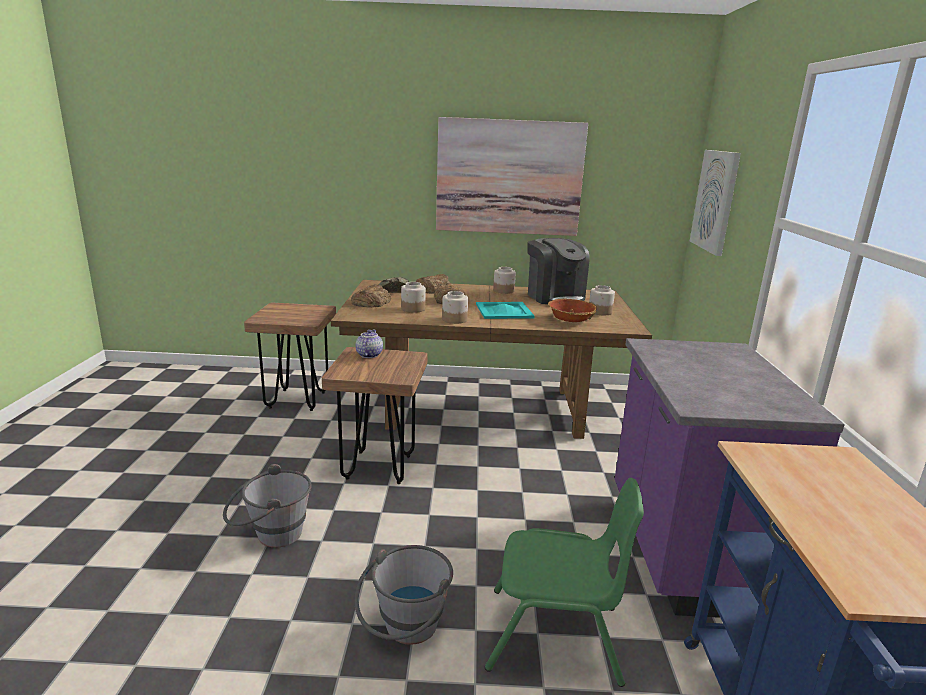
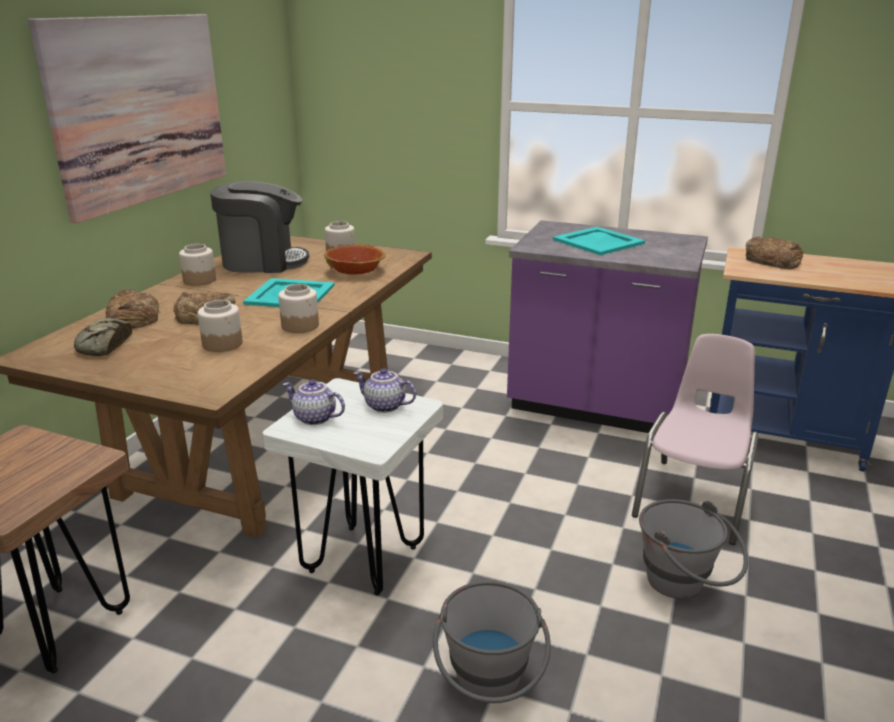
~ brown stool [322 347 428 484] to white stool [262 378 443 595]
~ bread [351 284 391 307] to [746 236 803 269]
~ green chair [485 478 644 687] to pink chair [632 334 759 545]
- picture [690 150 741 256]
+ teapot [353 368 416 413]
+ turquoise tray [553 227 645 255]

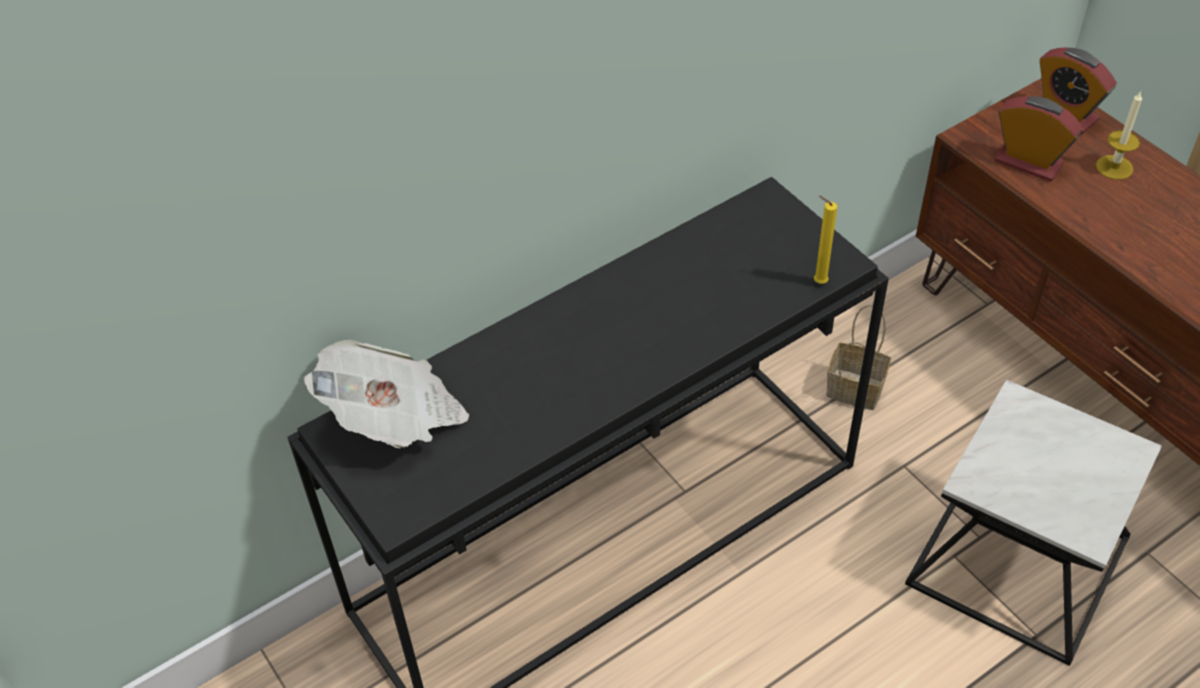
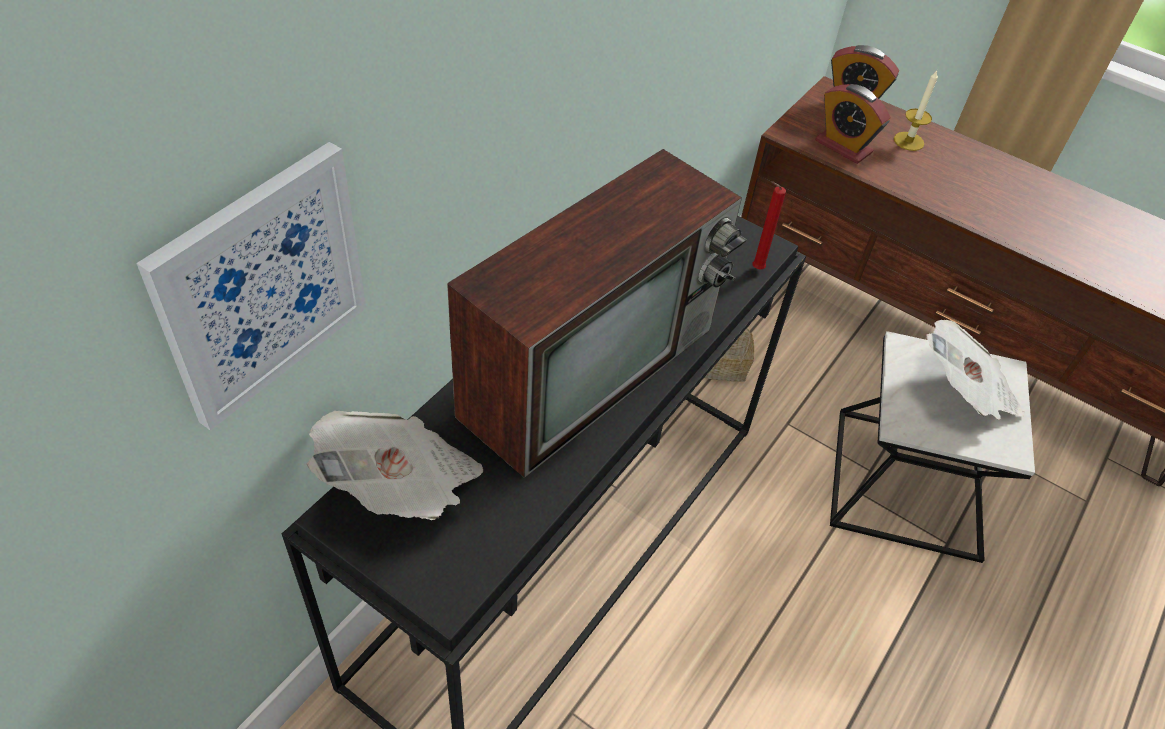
~ yellow candle [814 196 837 284] to red candle [752 181 786 269]
~ alarm clock [995 96 1082 182] = [815 84 891 164] 150 degrees counterclockwise
+ picture [136 142 366 431]
+ television [447 149 747 478]
+ newspaper [927 320 1025 420]

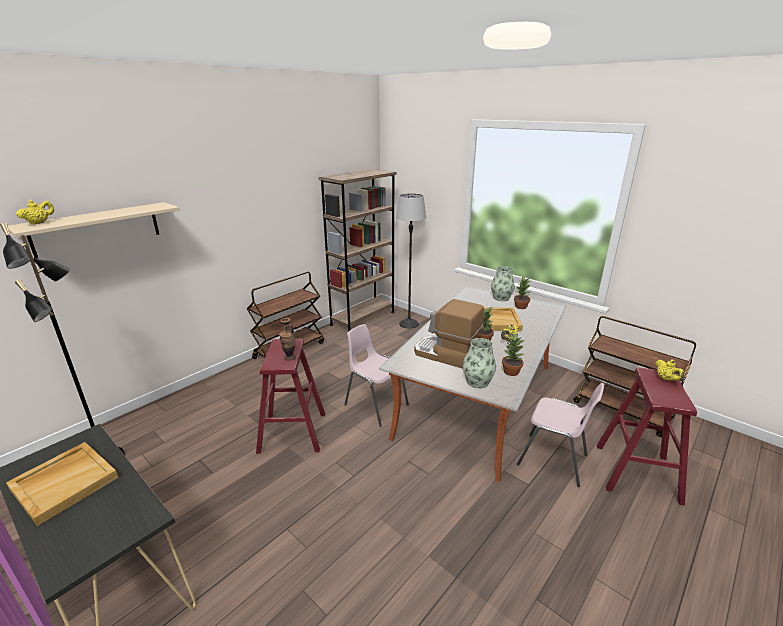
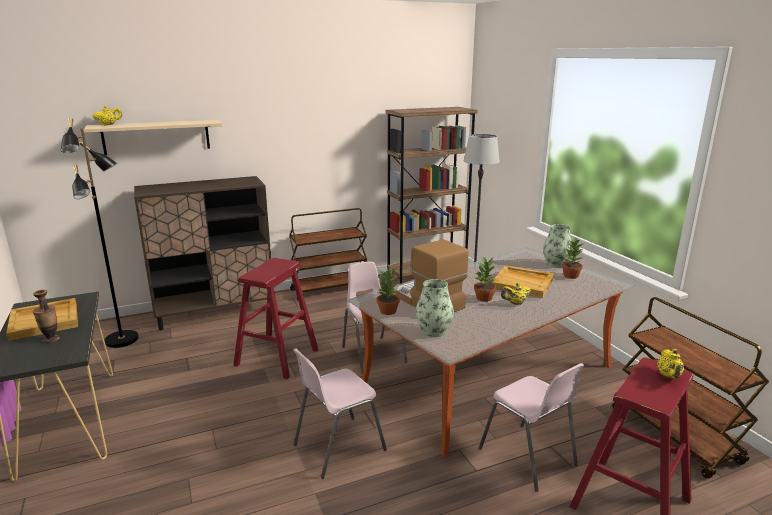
~ vase [279 318 296 360] to [33 290 60 343]
~ potted plant [502 333 525 376] to [377 266 400 315]
+ brown cabinet [134 176 271 330]
+ pink chair [293 348 387 479]

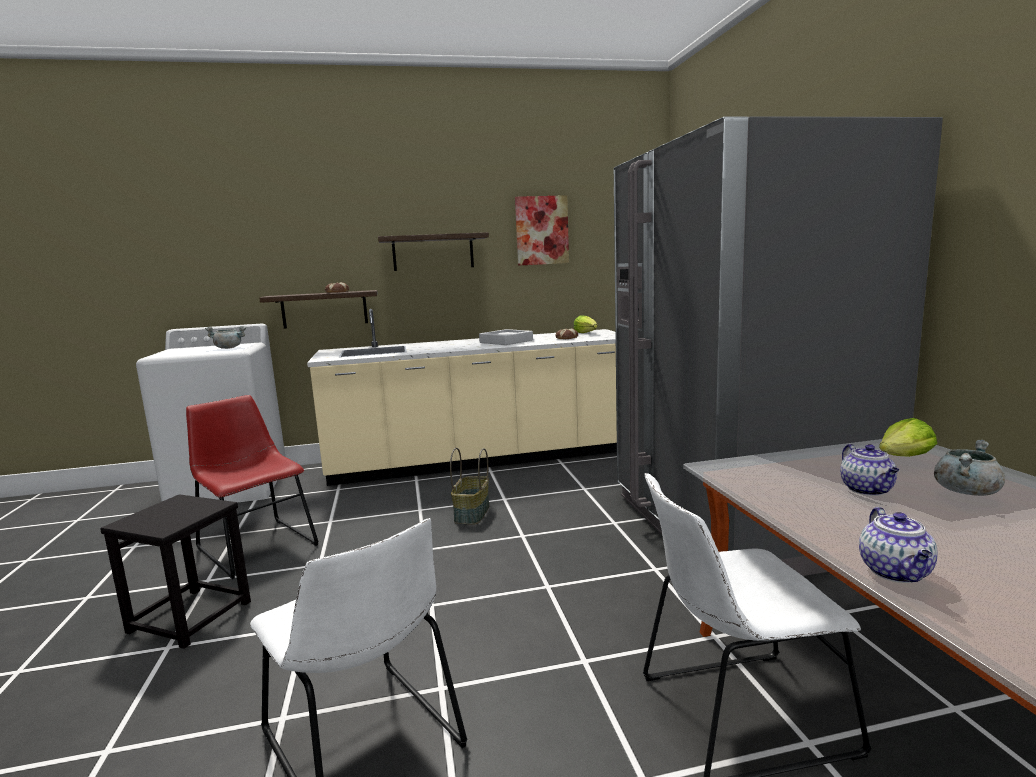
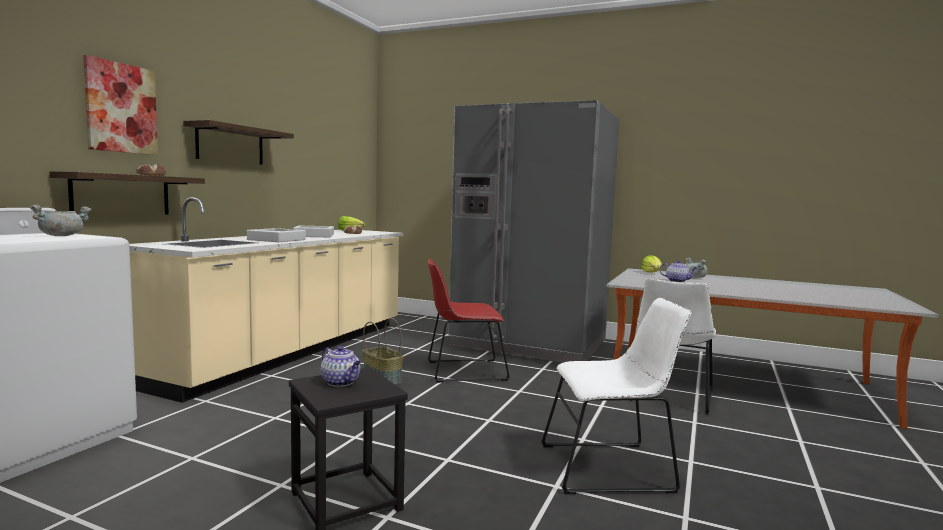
~ red chair [186 395 319 579] to [428 259 510 383]
~ picture [515 195 569 266] to [83 55 158 155]
~ teapot [859 507 938 583] to [321 346 361 387]
+ grey tray [247 228 306 242]

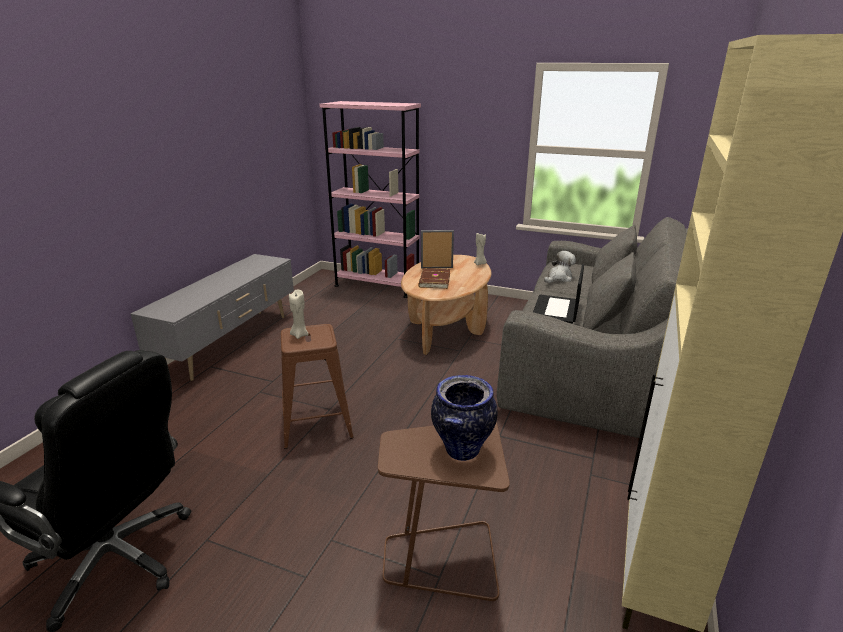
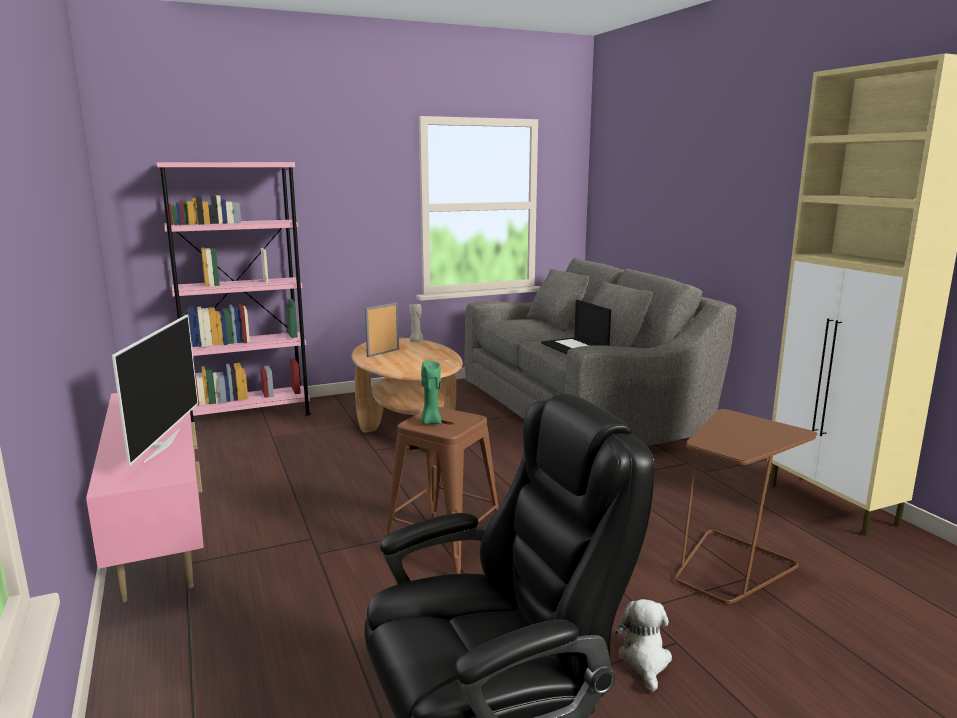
~ grey tv stand [130 254 294 381] to pink tv stand [86 393 204 603]
~ beige candle [289 290 309 339] to green candle [421 360 442 425]
- brown book [418 268 450 289]
- vase [431 375 498 461]
~ plush toy [544 251 576 283] to [615 599 672 692]
+ television [112 314 198 466]

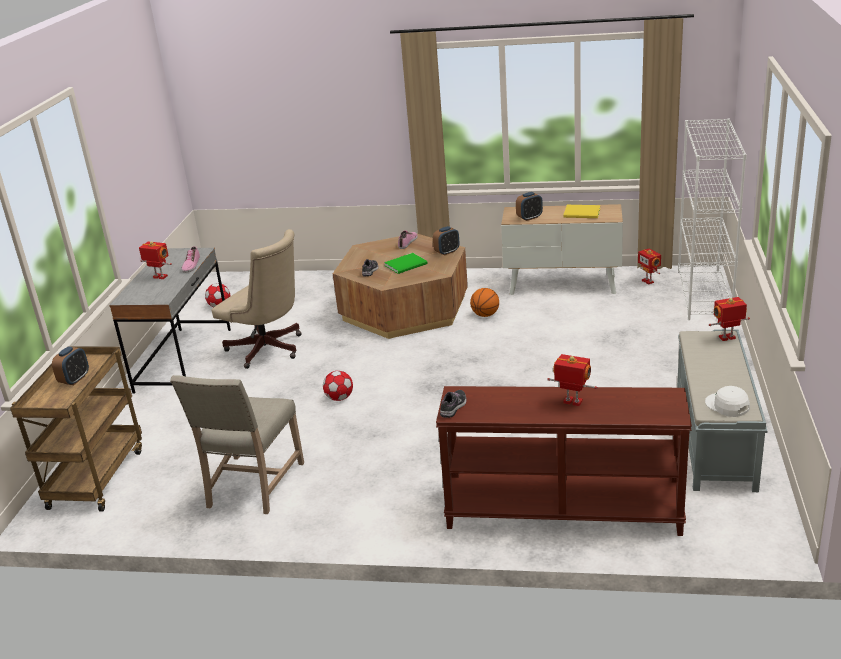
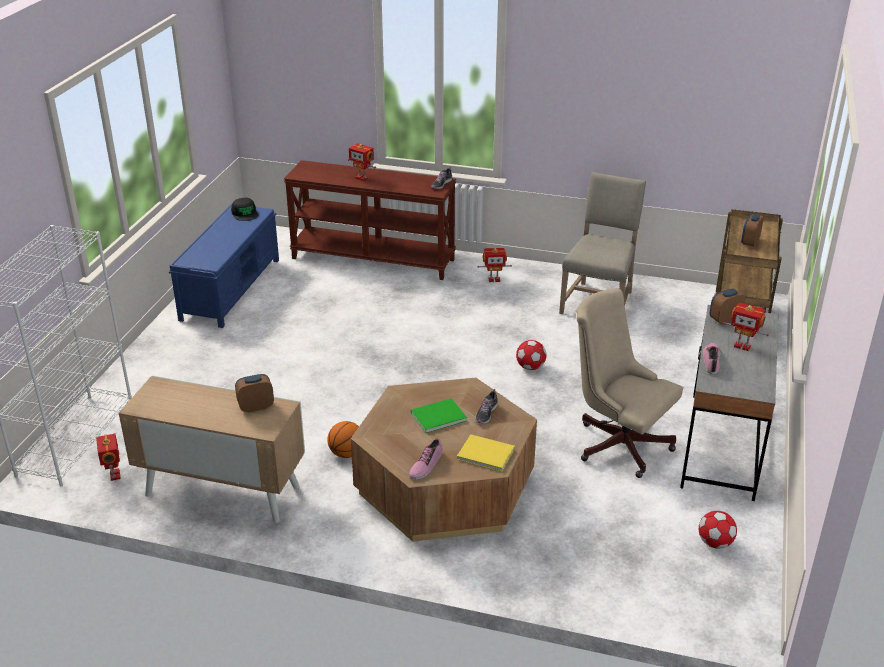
~ alarm clock [433 226 459 256] to [710 289 745 325]
~ yellow book [563 205 601 218] to [457 434 515 472]
~ grey bench [677 329 767 492] to blue bench [169 204 279 328]
~ white cap [705 386 750 417] to black cap [231 198 259 221]
~ toy robot [709 297 750 341] to [477 248 512 282]

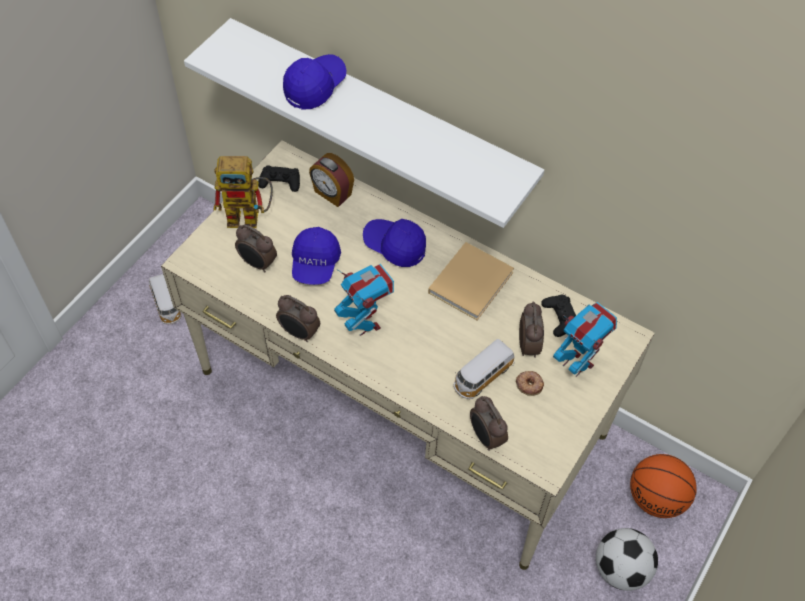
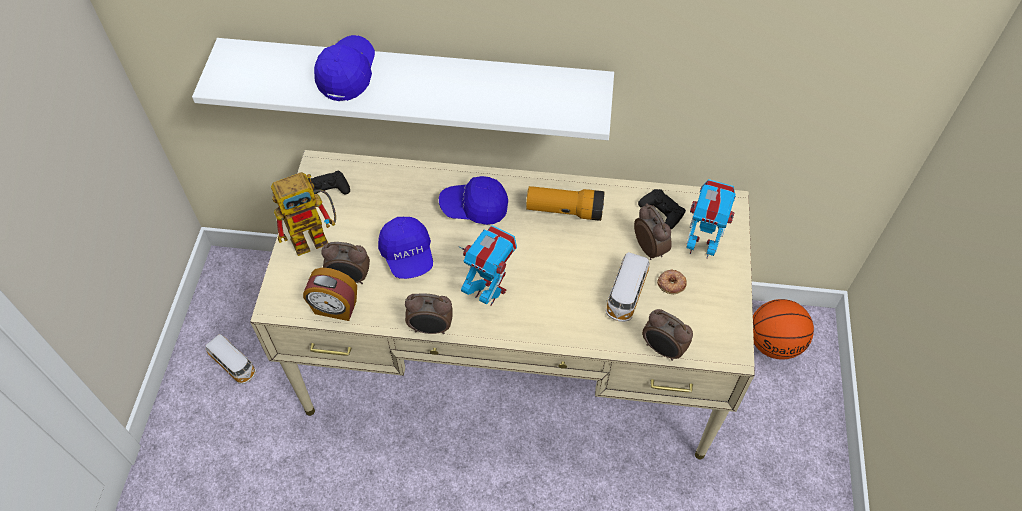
~ alarm clock [309 153 354 207] to [303 268 357 321]
~ beige book [428 242 514 320] to flashlight [526 186 605 221]
- football [596 528 658 591]

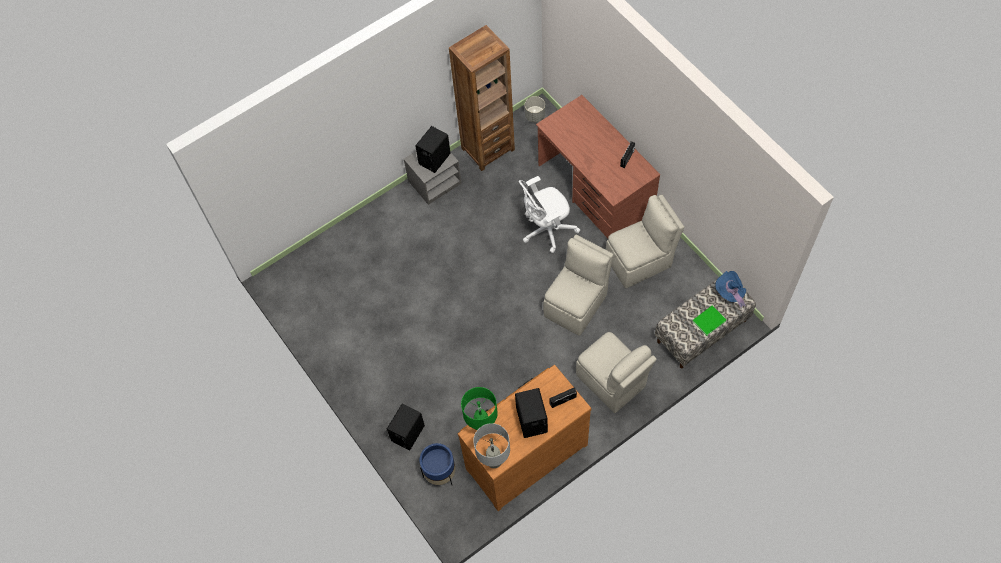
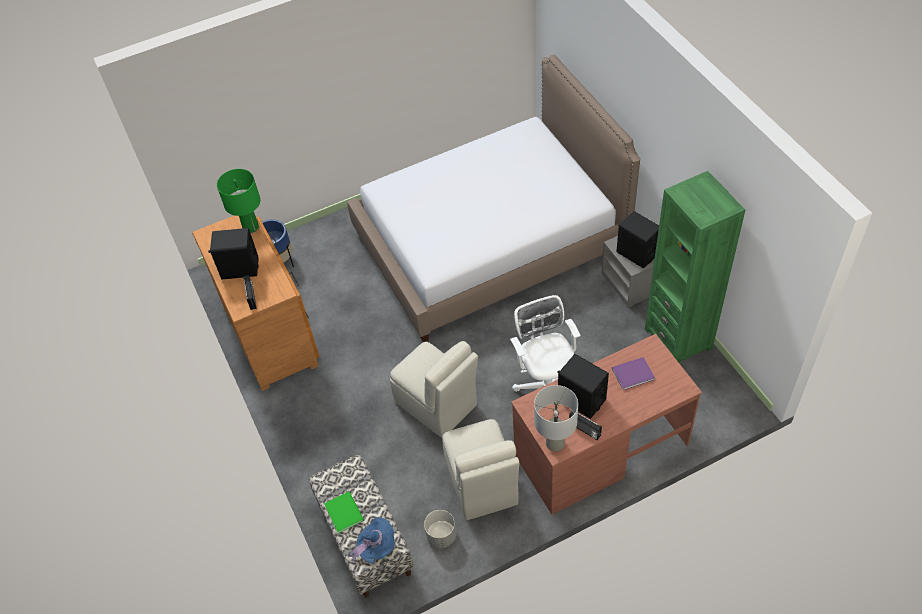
~ black speaker [387 404 425 451] to [558 354 609 419]
~ brown bookcase [449 25 515 171] to green bookcase [645 171 745 362]
~ grey table lamp [473 423 510 468] to [534 385 578 452]
~ grey planter [525 96 545 122] to [424 510 456 548]
- beige chair [576 332 657 413]
+ bed [347 55 640 342]
+ purple book [612 357 655 390]

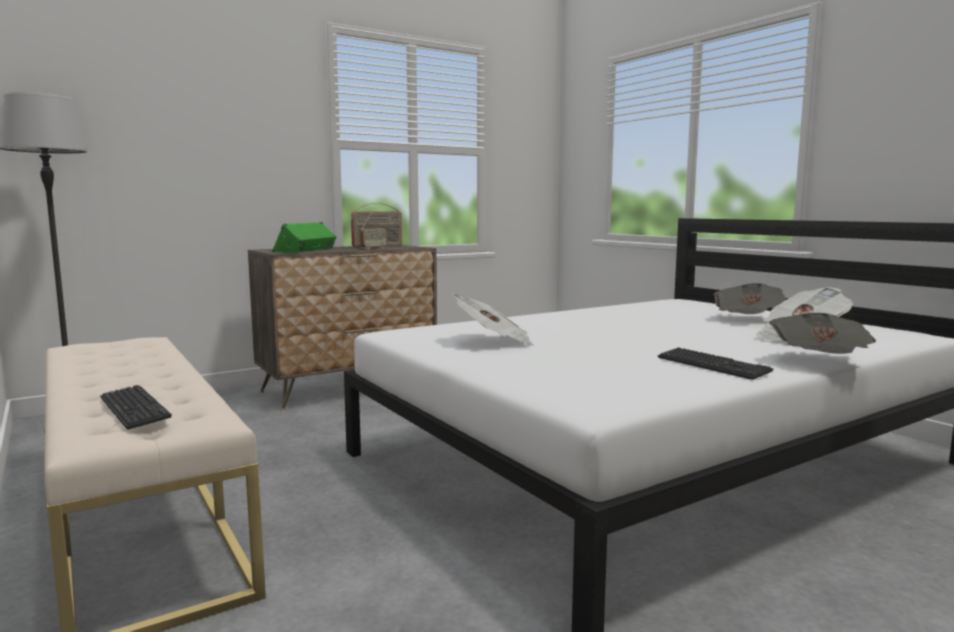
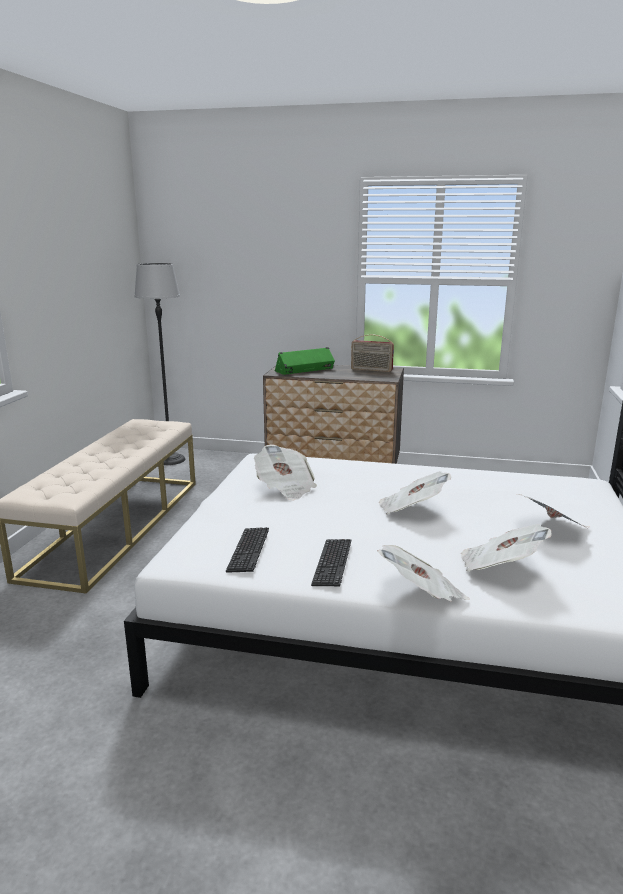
~ keyboard [100 385 172 430] to [226 527 269 573]
- radio [360 212 387 249]
+ newspaper [379 471 451 514]

